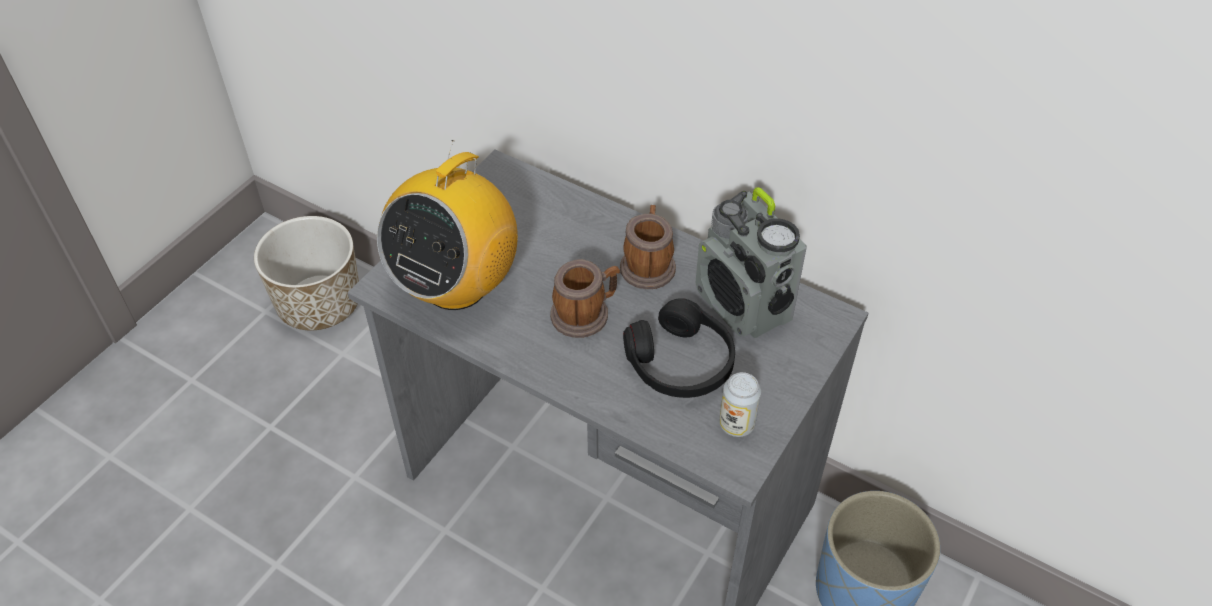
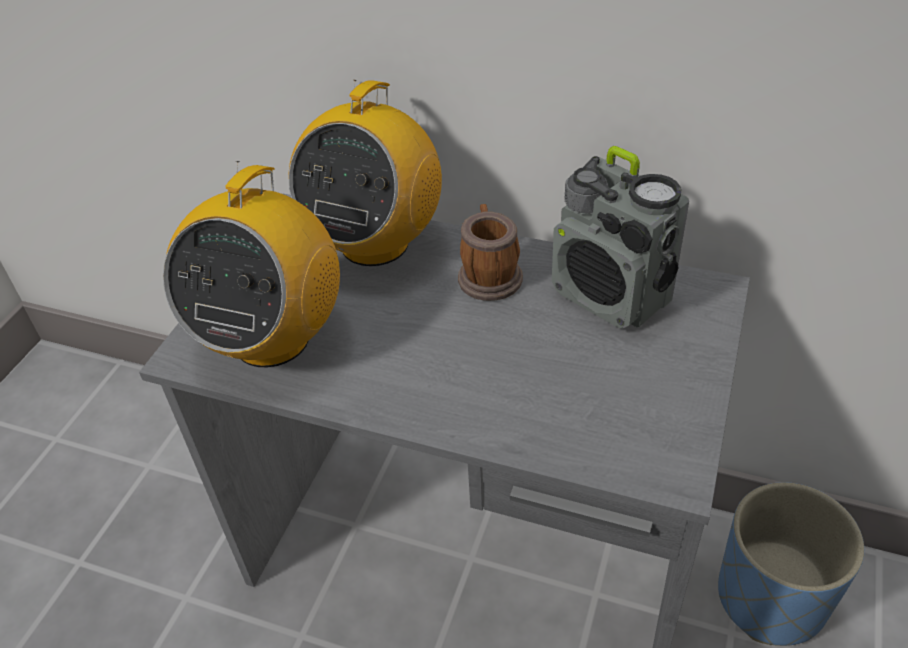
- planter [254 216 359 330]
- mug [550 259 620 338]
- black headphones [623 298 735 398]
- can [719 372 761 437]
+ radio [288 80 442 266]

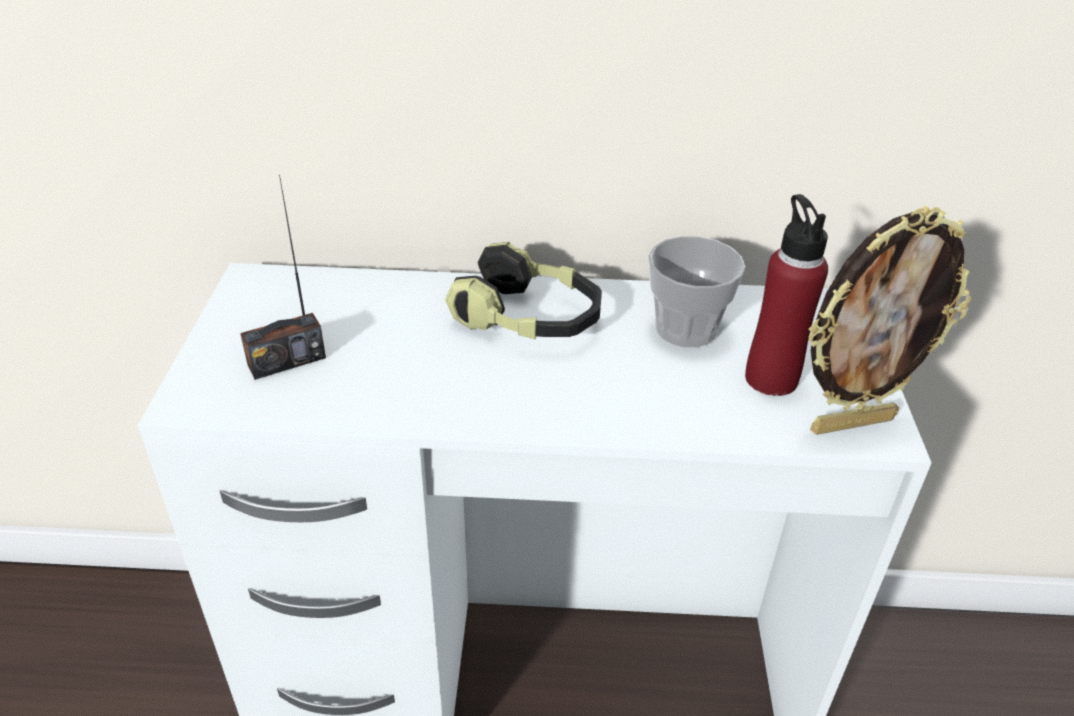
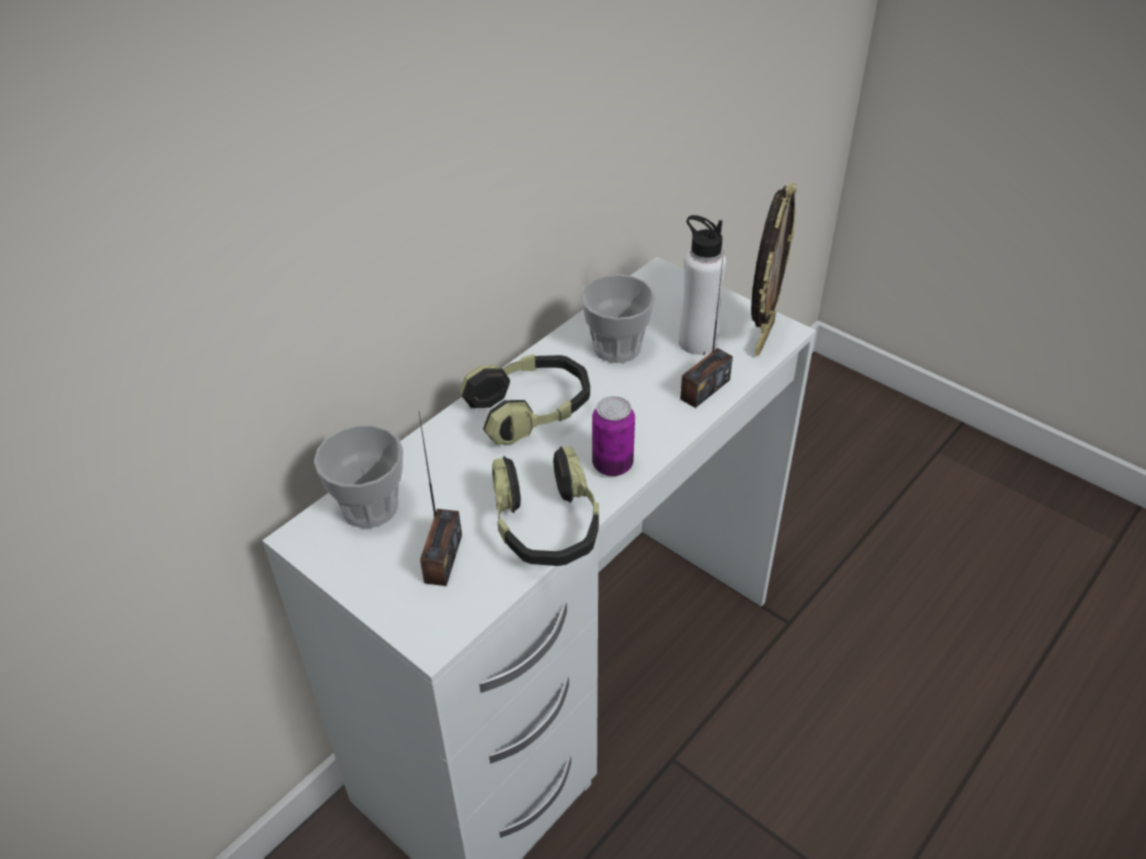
~ red bottle [745 194 828 396] to white bottle [679 215 726 355]
+ cup [314 425 403 528]
+ headphones [492 446 599 566]
+ can [592 396 635 476]
+ radio [680 250 733 408]

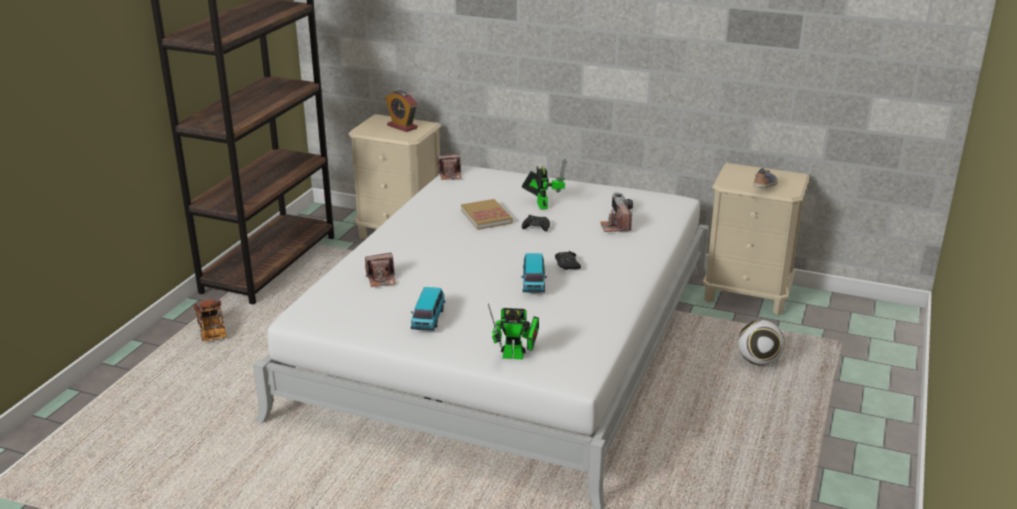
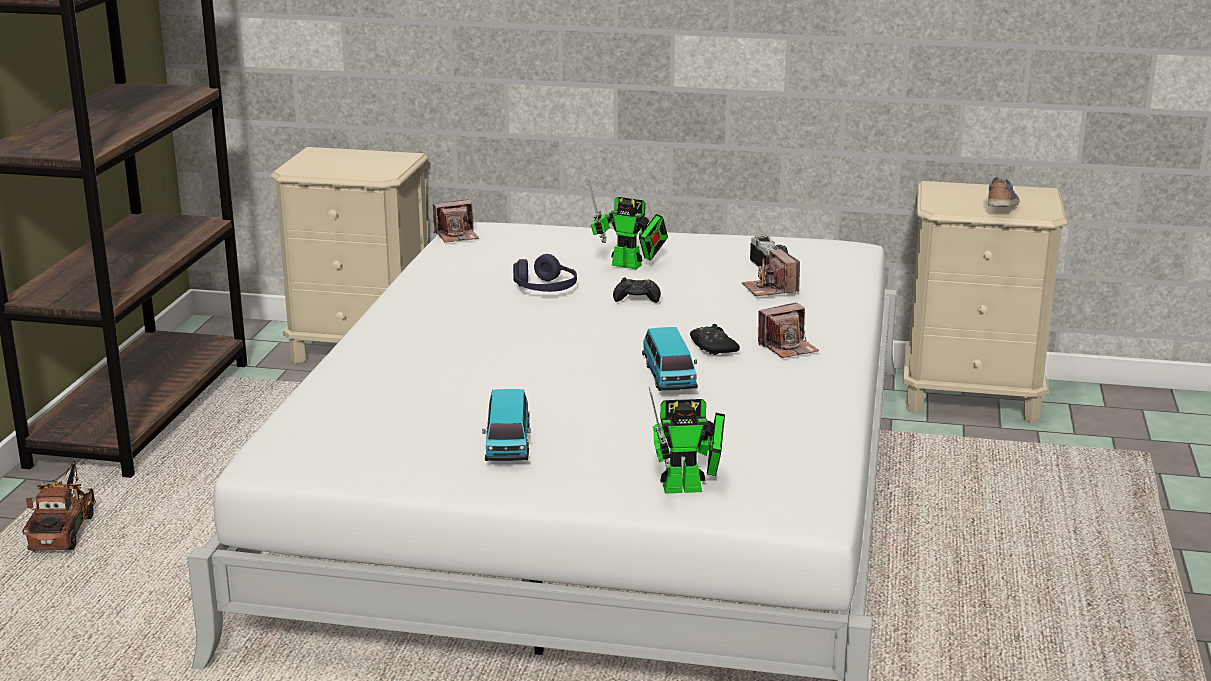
~ toy truck [194 299 227 341] = [23 460 96 551] 150 degrees counterclockwise
~ photo camera [365 253 396 287] to [758 303 819 358]
- alarm clock [385 90 418 132]
~ book [461 199 513 230] to purple headphones [513 254 577 292]
~ toy robot [522 159 567 209] = [587 177 668 269] 135 degrees clockwise
- football [738 320 785 366]

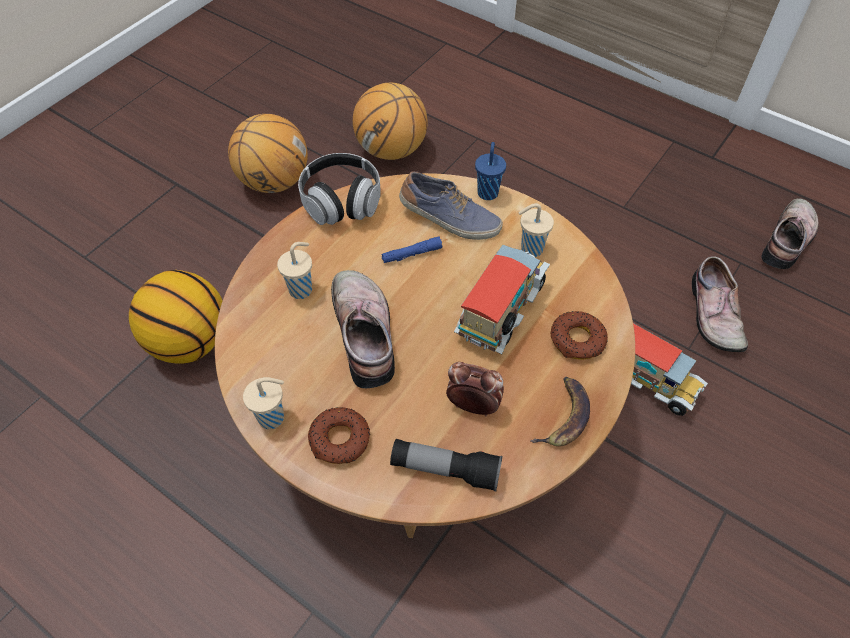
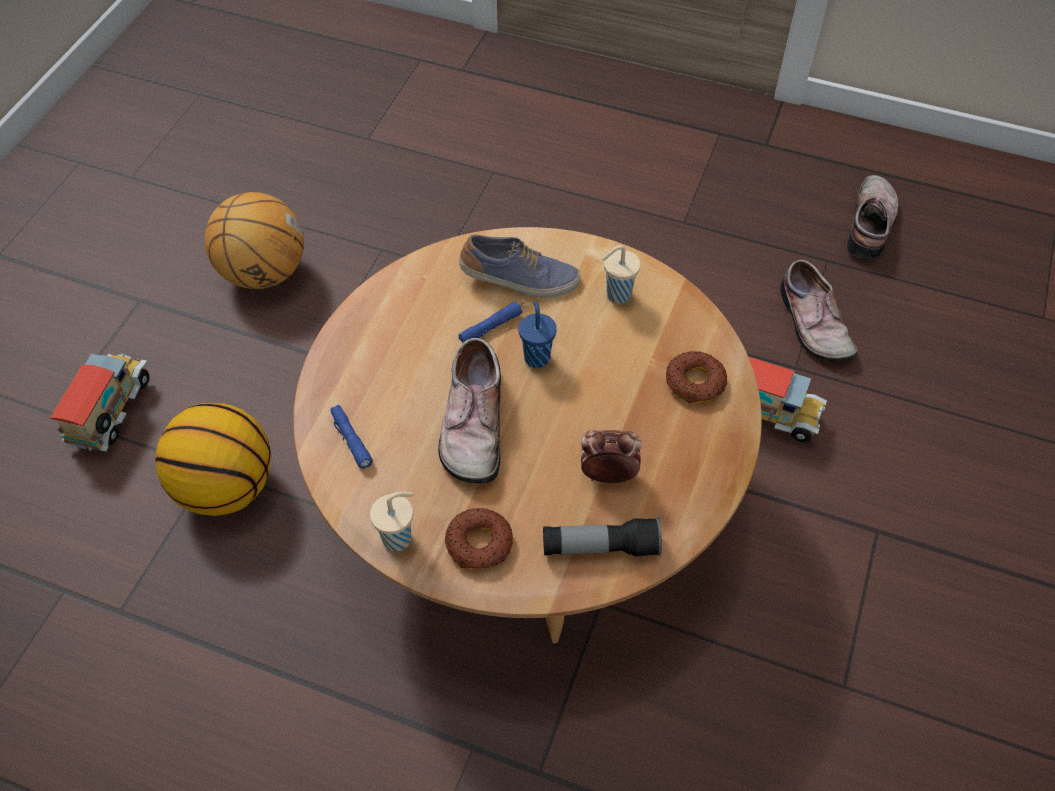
- beige cup [277 242 312 299]
- headphones [298 153 381 225]
~ shoe [331 270 395 388] = [438 338 501 484] 150 degrees counterclockwise
- basketball [353 83 427 160]
~ toy truck [454 245 550 354] to [50 354 150 452]
~ blue cup [475 142 506 200] to [518 301 557 368]
- banana [531 377 590 446]
+ blue flashlight [331 405 373 469]

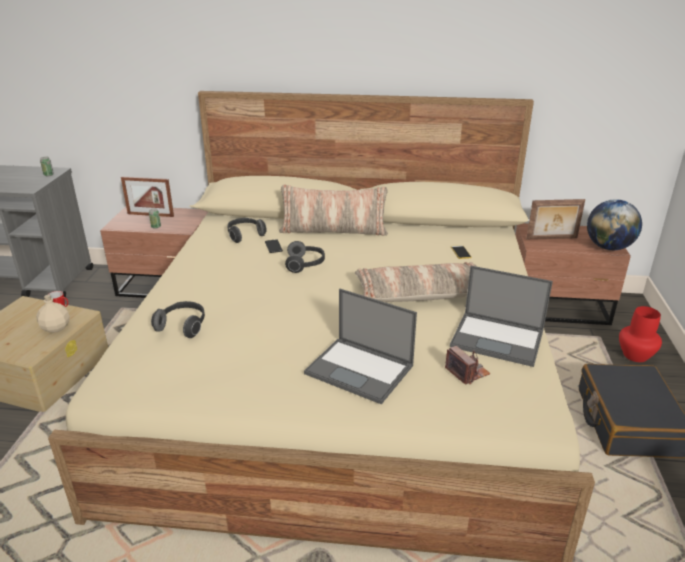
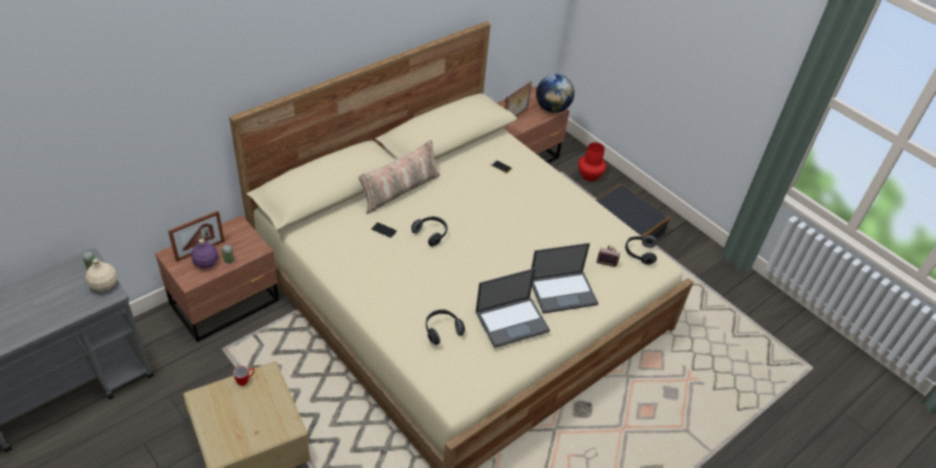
~ beige bottle [36 295 70 333] to [85 258 117 292]
~ headphones [227 218 266 243] to [625 235 657 265]
- pillow [355 262 477 302]
~ laptop [450 266 553 367] to [475 268 550 348]
+ purple bottle [191 239 218 268]

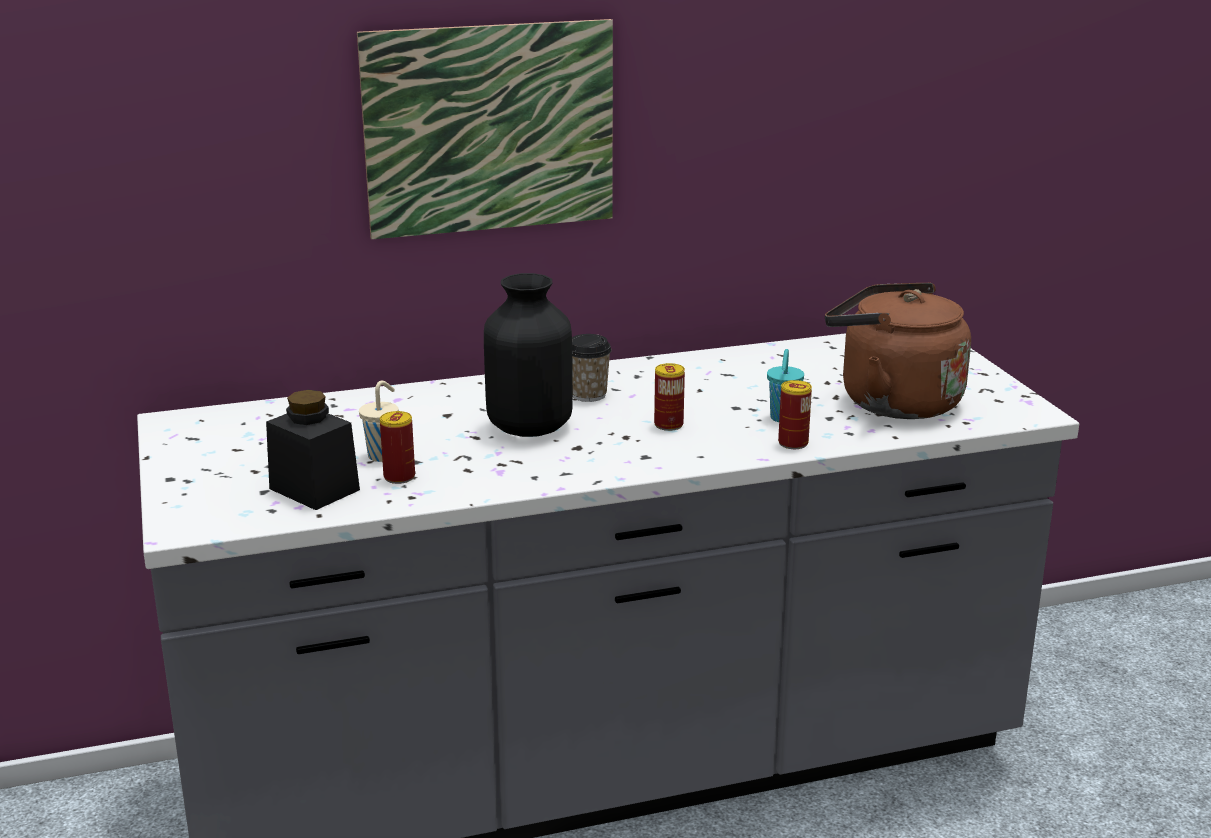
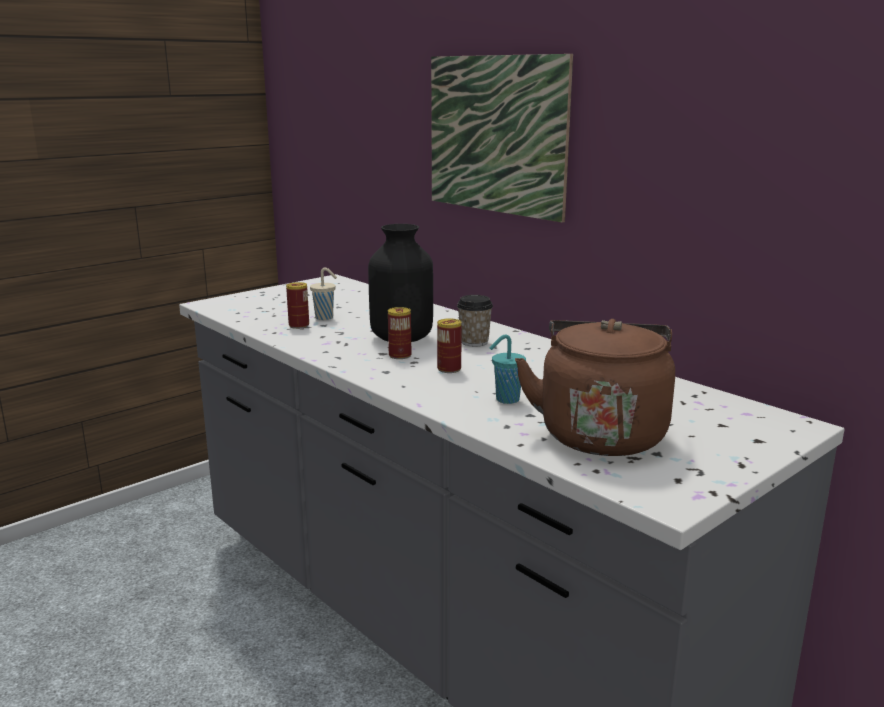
- black jar [266 390 360 510]
~ can [778 380 812 449] to [388 307 411 359]

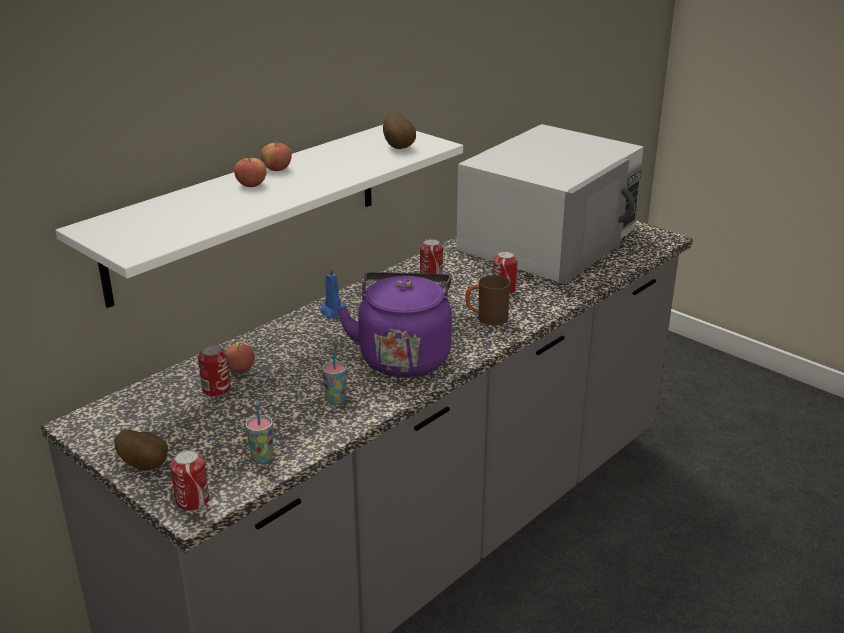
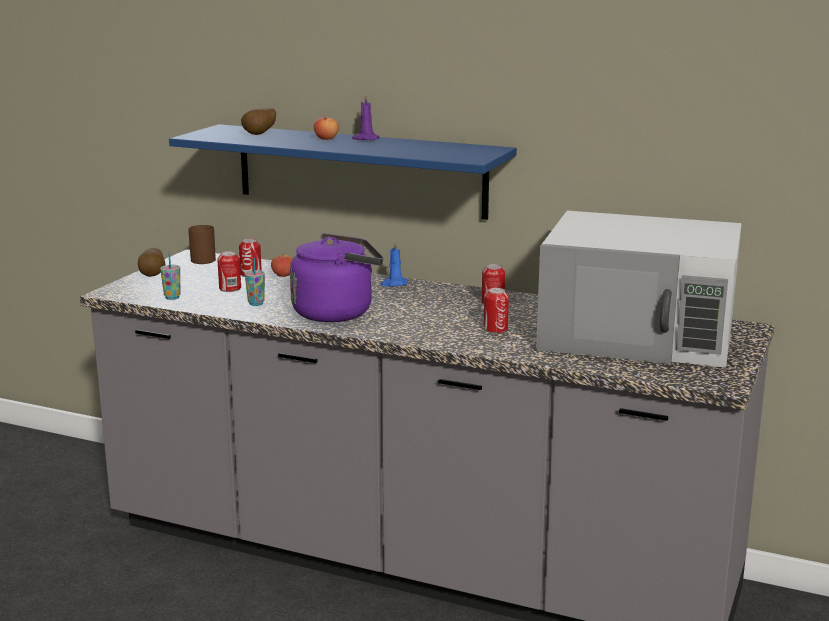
~ white shelf [55 125 463 308] to blue shelf [169 124 517 220]
~ can [170 450 209 511] to [217 251 241 292]
~ apple [261 140 292 171] to purple candle [352 93 380 140]
~ potato [383 113 416 149] to [241 108 276 135]
~ brown mug [465 275 510 325] to [188 225 216 264]

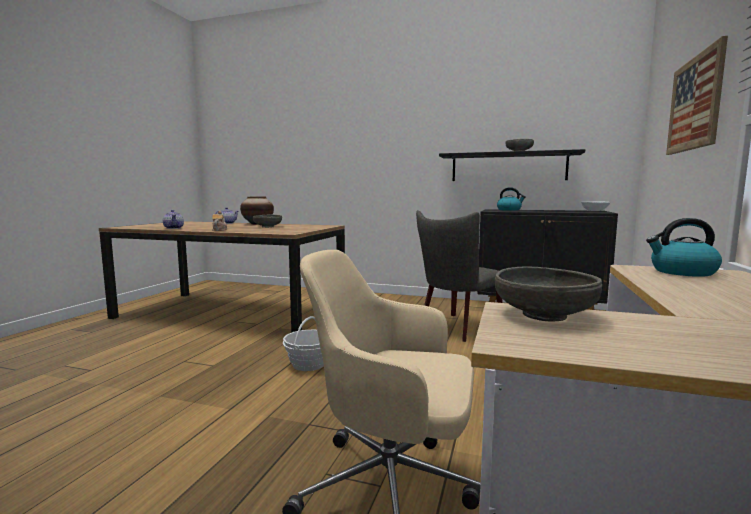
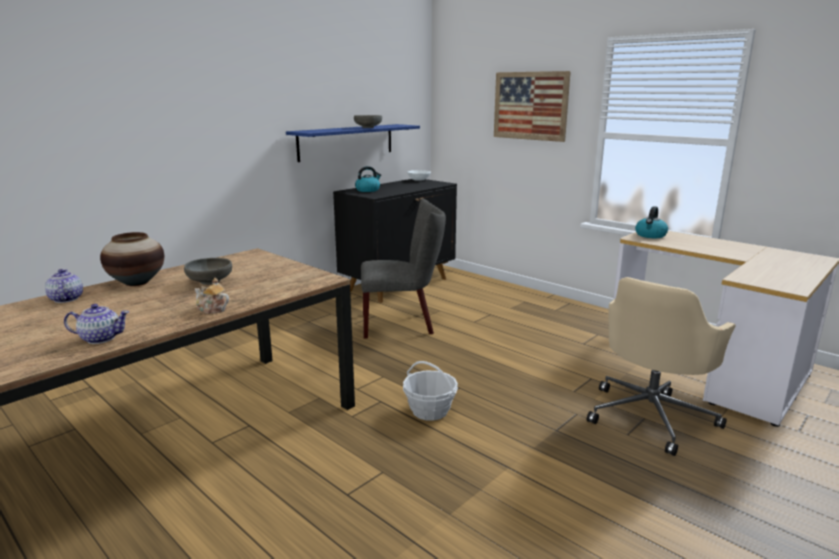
~ grey chair [416 210 503 342] = [361 198 446 338] 75 degrees counterclockwise
~ black shelf [439 149 585 181] to blue shelf [286 124 420 162]
- grey bowl [495 267 602 322]

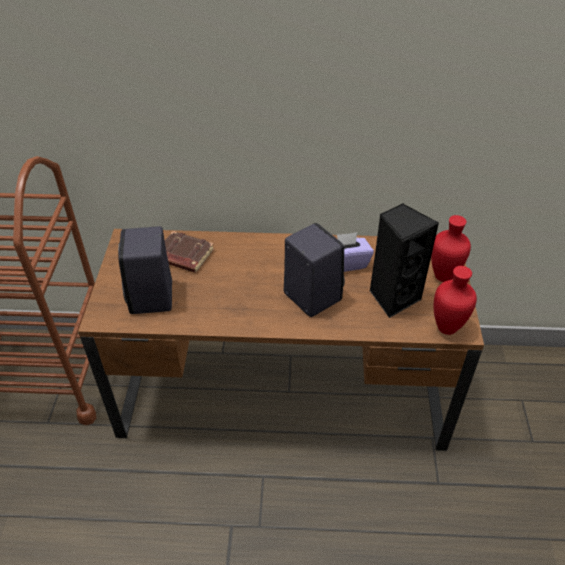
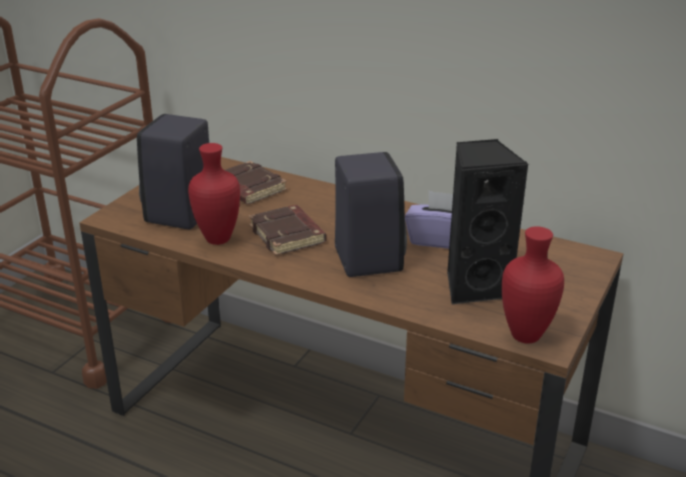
~ red vase [431 215 471 282] to [188 143 240 245]
+ brown book [249 205 327 256]

